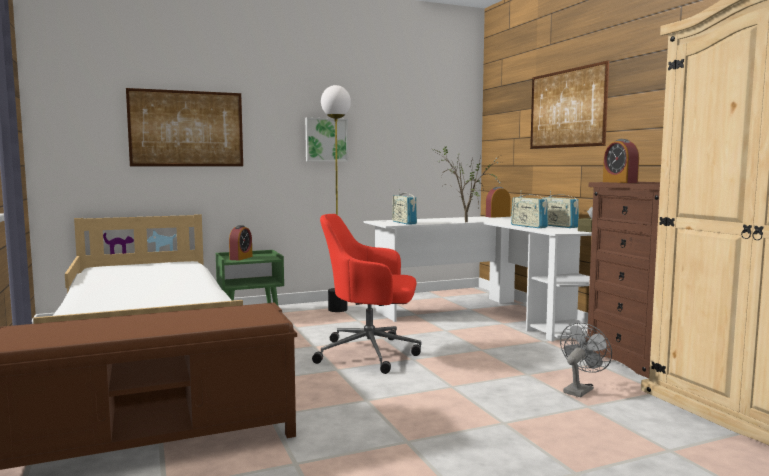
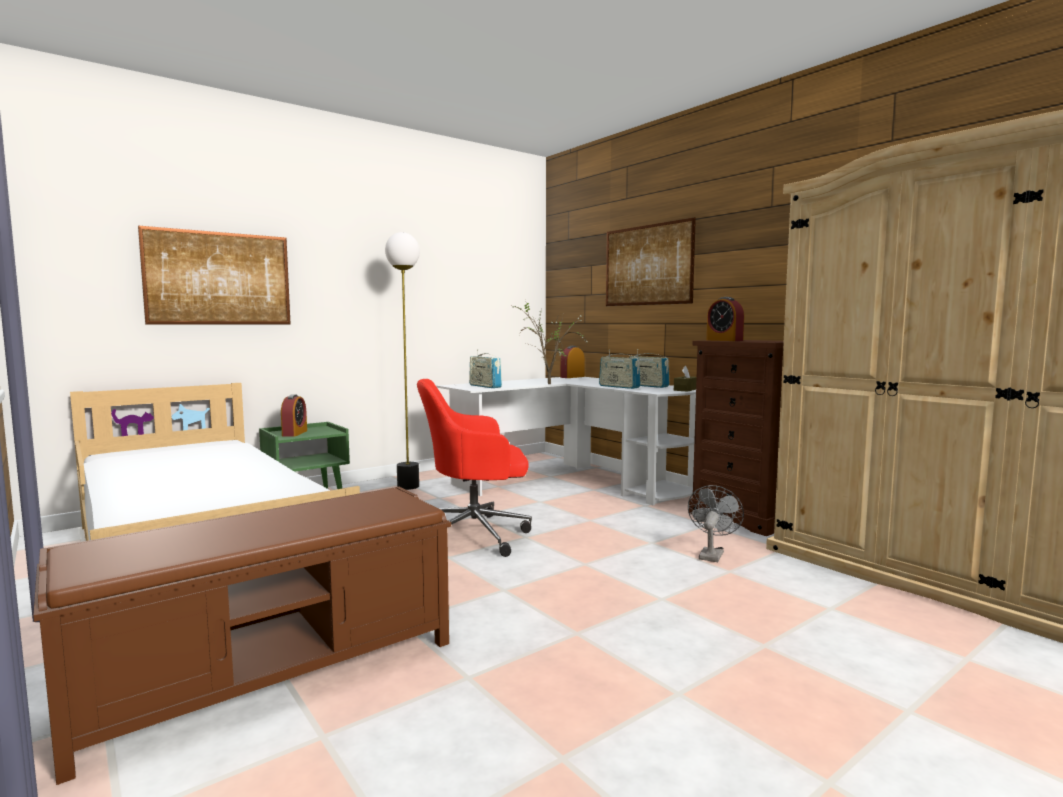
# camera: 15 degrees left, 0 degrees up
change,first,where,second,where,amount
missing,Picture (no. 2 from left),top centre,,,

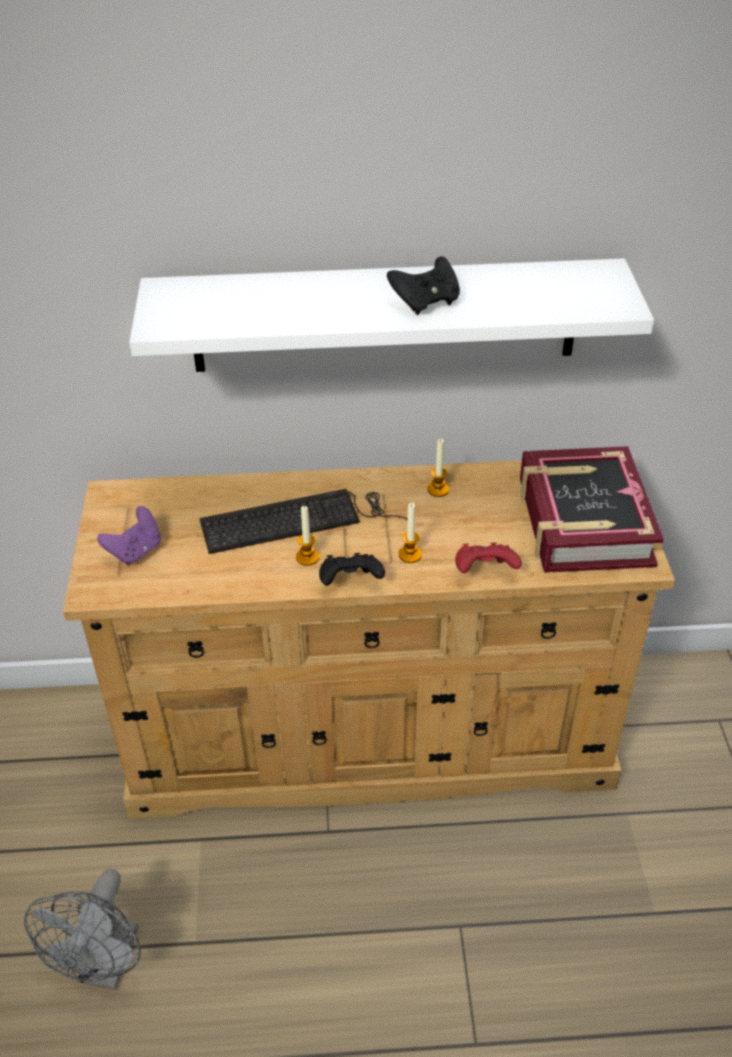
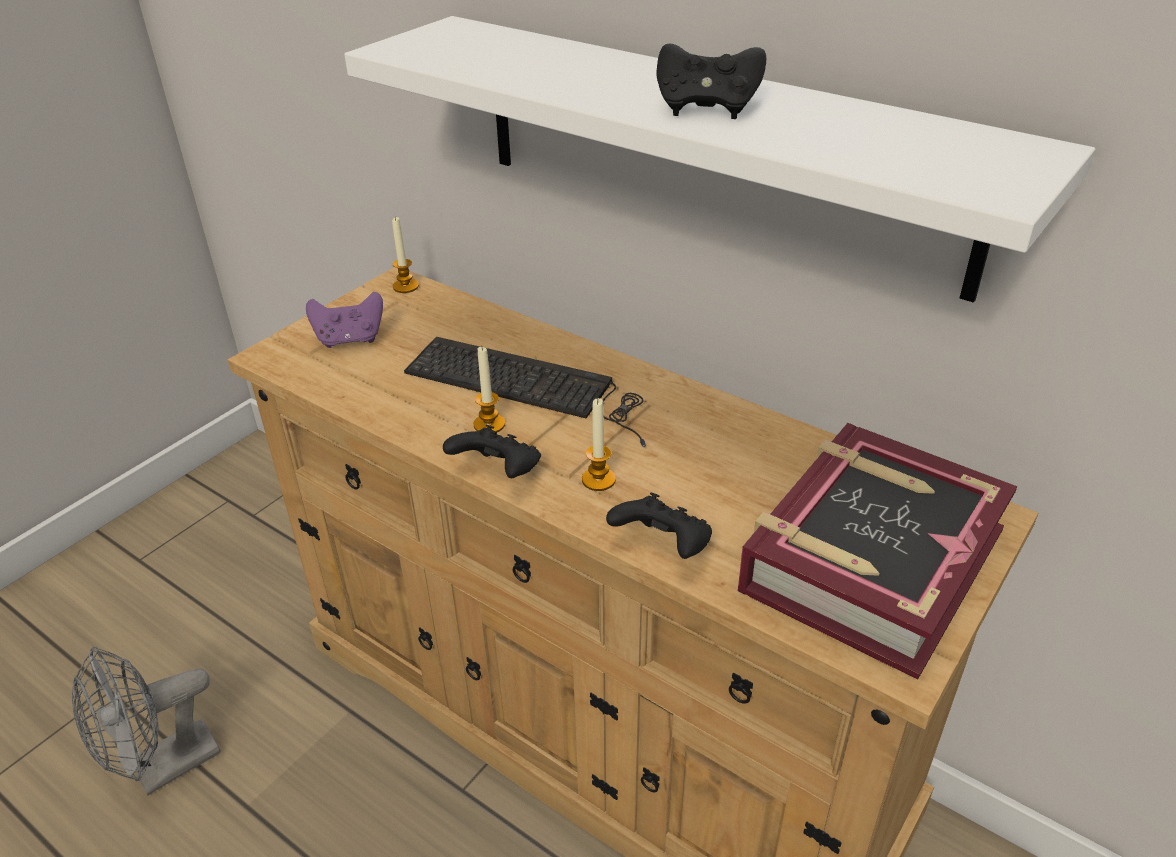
# camera: 40 degrees right, 5 degrees down
change,first,where,second,where,amount
relocated,Candle (no. 3 from left in the first image),centre,Candle (no. 1 from left),top centre,
colour,RedGameController,middle right,BlackGameController (no. 2 from left),centre,

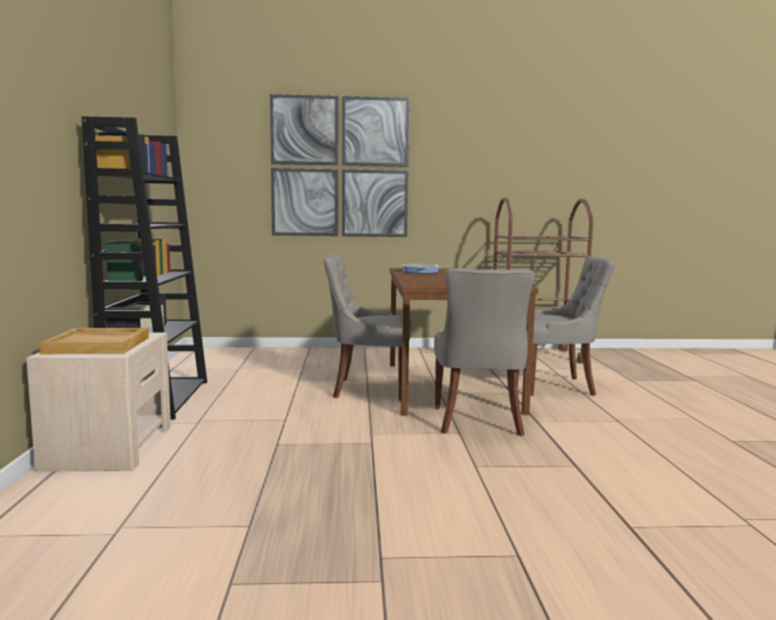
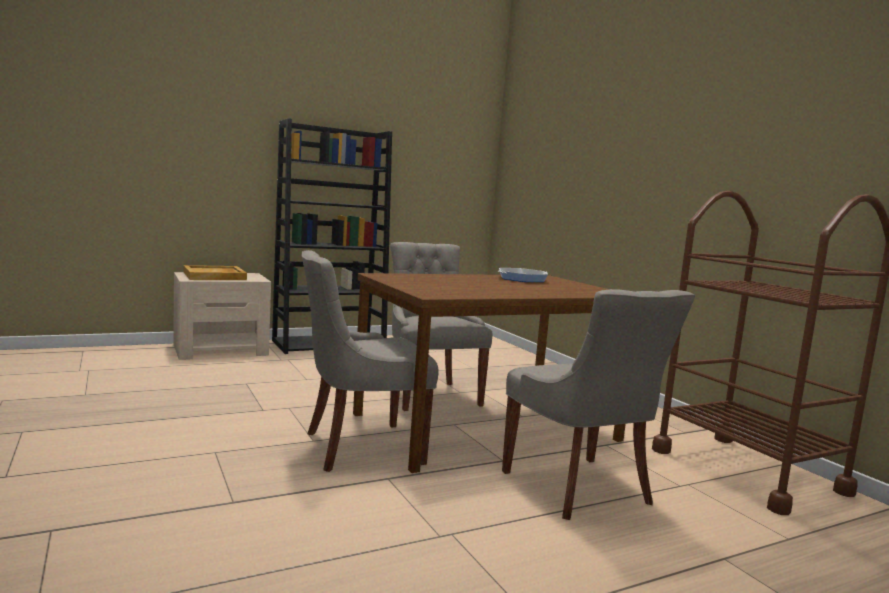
# camera: 65 degrees right, 0 degrees up
change,first,where,second,where,amount
missing,Picture,top centre,,,

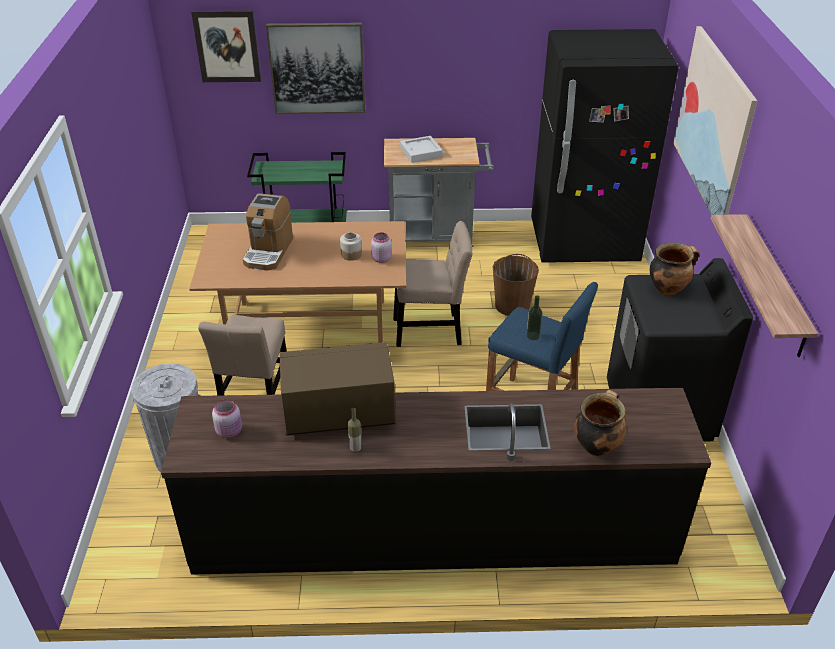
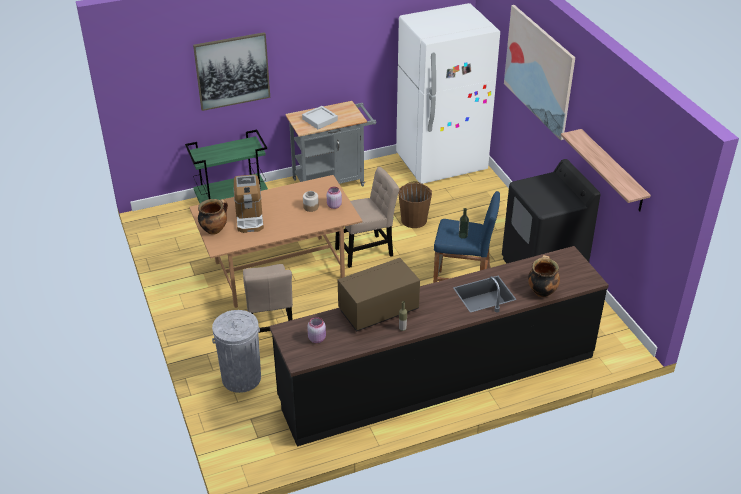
# camera: 20 degrees left, 0 degrees up
change,first,where,second,where,amount
missing,Picture (no. 1 from left),top left,,,
colour,BlackFridge,top right,WhiteFridge,top centre,
relocated,CookingPot (no. 2 from left in the first image),middle right,CookingPot (no. 1 from left),middle left,

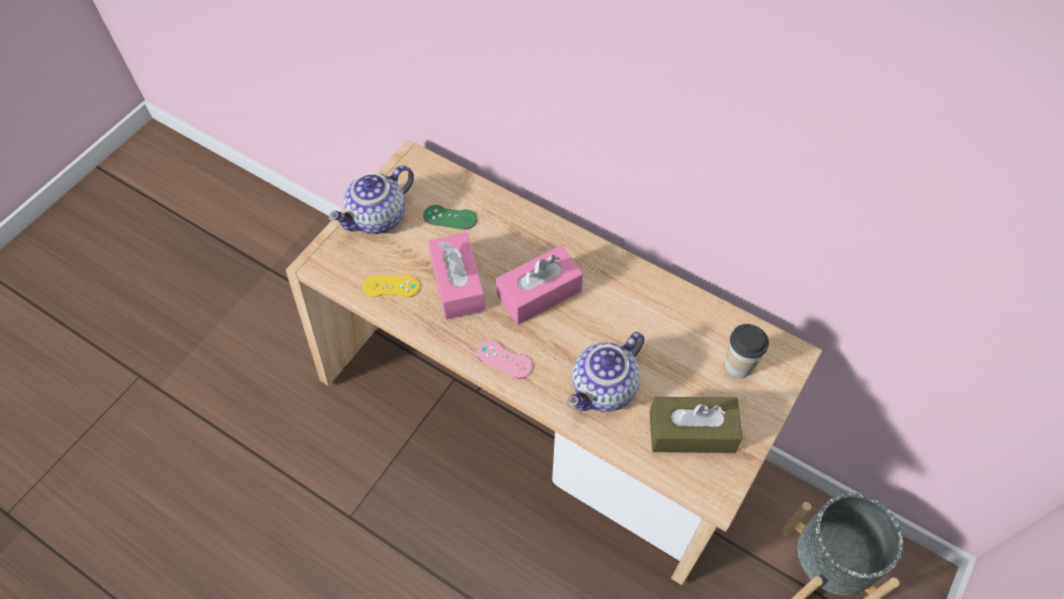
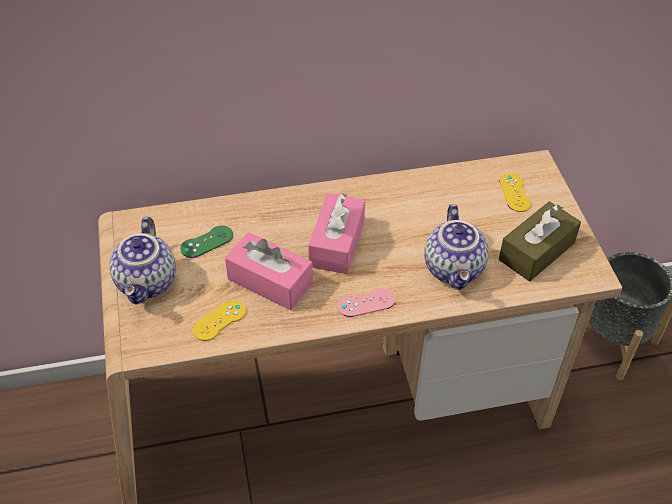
# camera: 45 degrees left, 10 degrees down
change,first,where,second,where,amount
exchanged,Cup,middle right,YellowGameController (no. 2 from left),middle right,

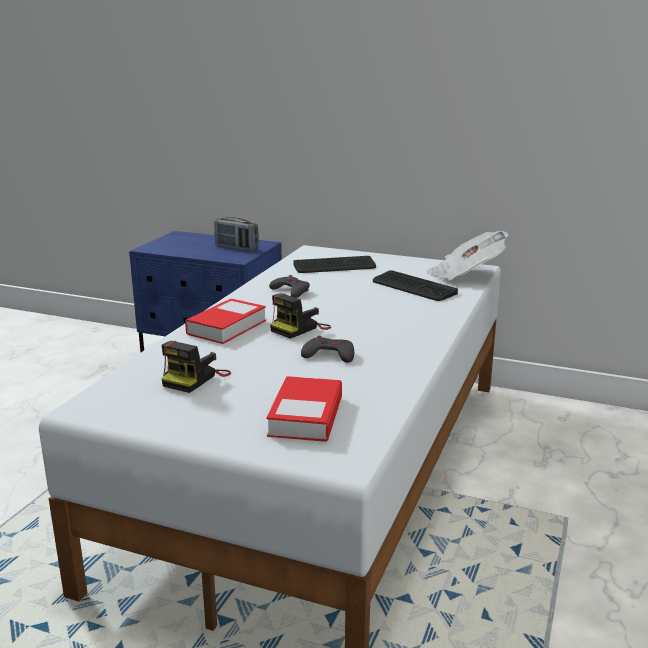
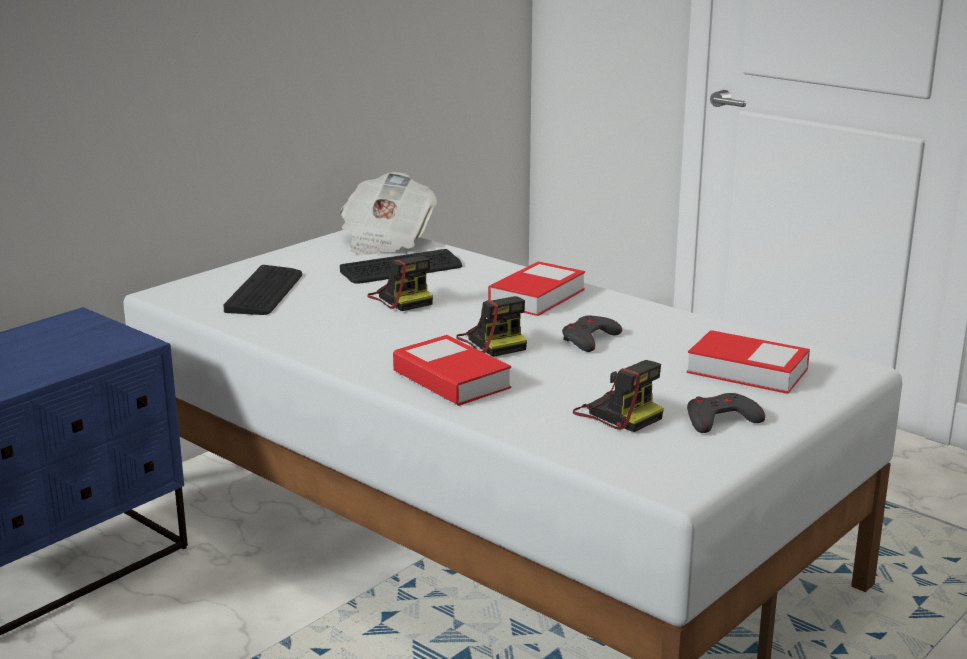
# camera: 70 degrees left, 0 degrees up
change,first,where,second,where,amount
missing,Radio,centre,,,
relocated,GreyGameController (no. 1 from left in the first image),centre,GreyGameController (no. 2 from left),middle right,
appeared,,,PhotoCamera (no. 1 from left),centre,
appeared,,,Book (no. 2 from left),centre,

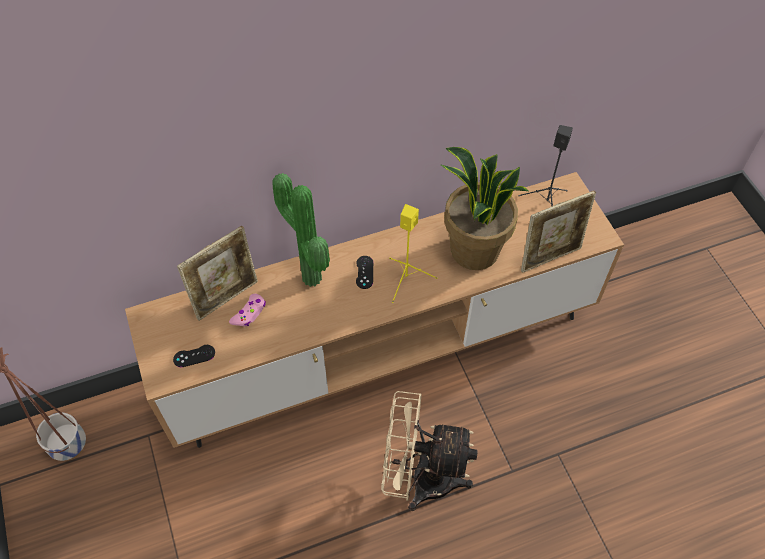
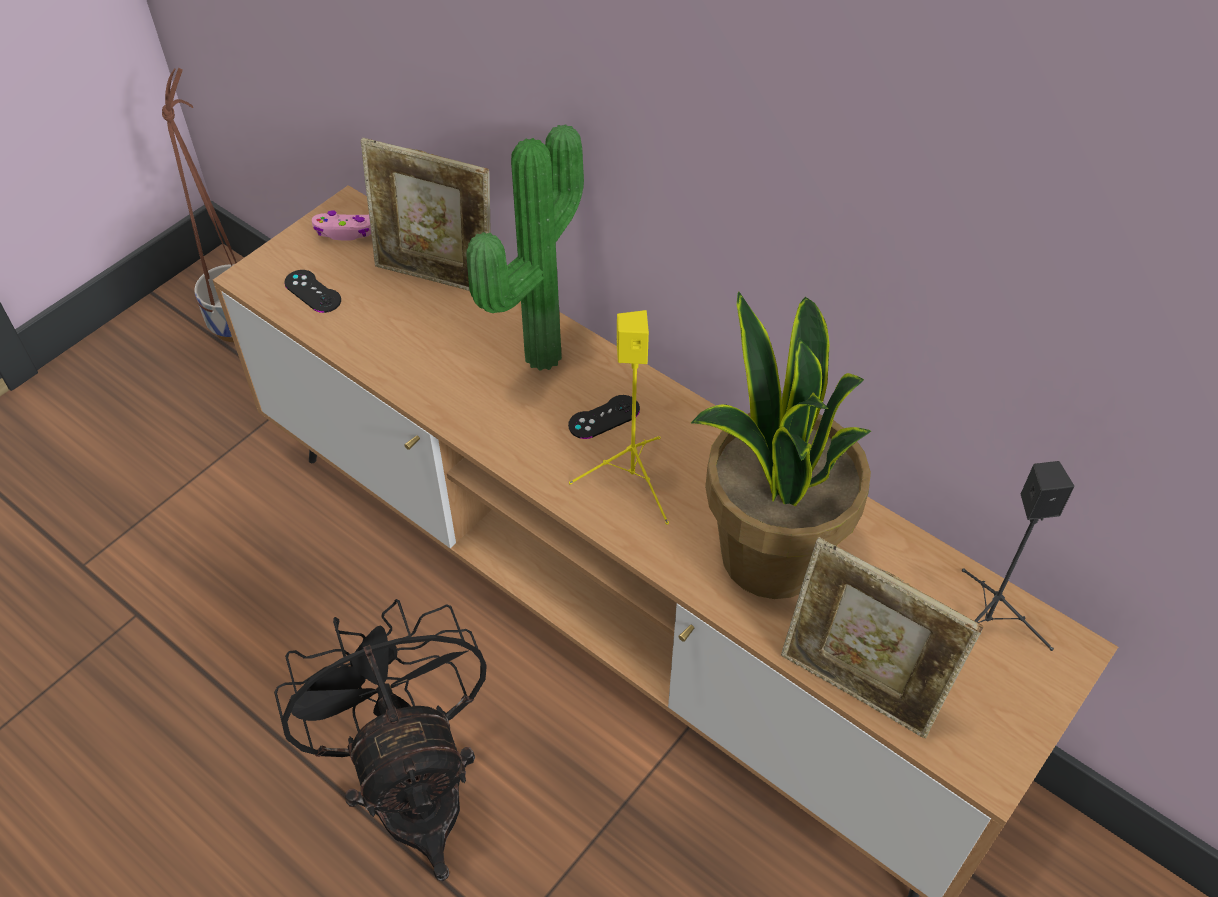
# camera: 60 degrees right, 5 degrees down
change,first,where,second,where,amount
relocated,PinkGameController,middle left,,top left,
colour,BeigeFan,bottom centre,BlackFan,bottom left,

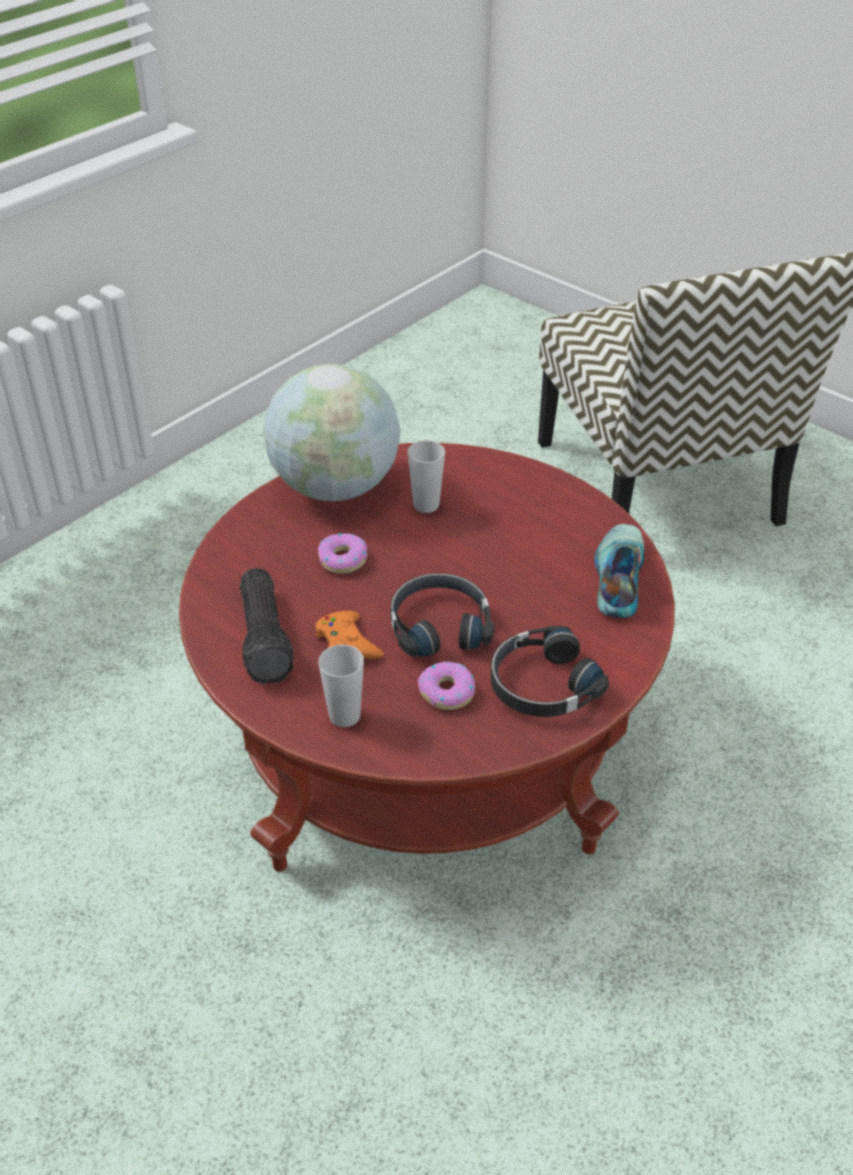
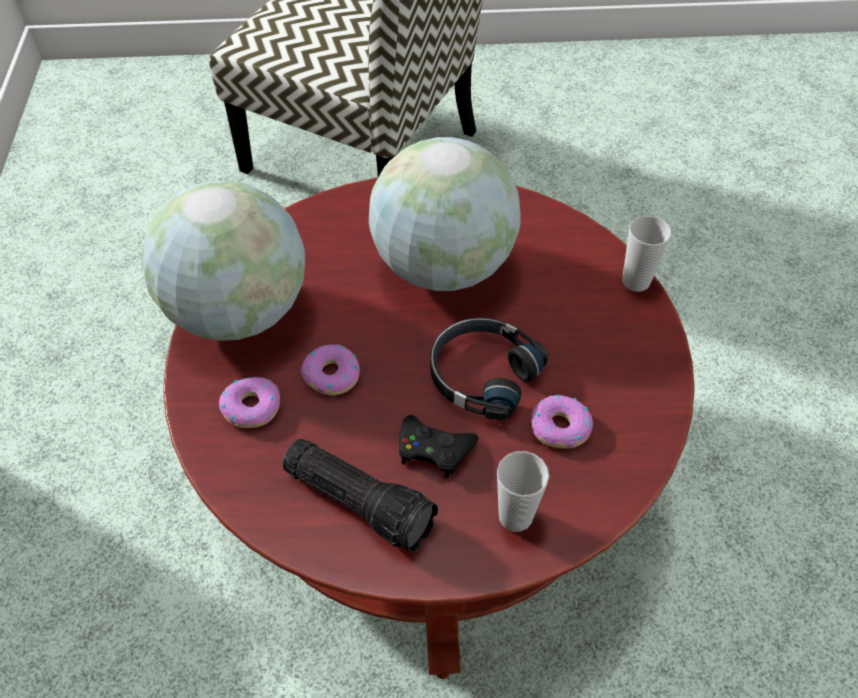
# camera: 45 degrees left, 10 degrees up
change,first,where,second,where,amount
relocated,Cup (no. 2 from left),centre,,middle right,
missing,Shoe,middle right,,,
colour,OrangeGameController,centre,BlackGameController,centre,
missing,BlackHeadphones (no. 2 from left),centre,,,
appeared,,,Globe (no. 2 from left),top centre,
appeared,,,Donut (no. 1 from left),middle left,

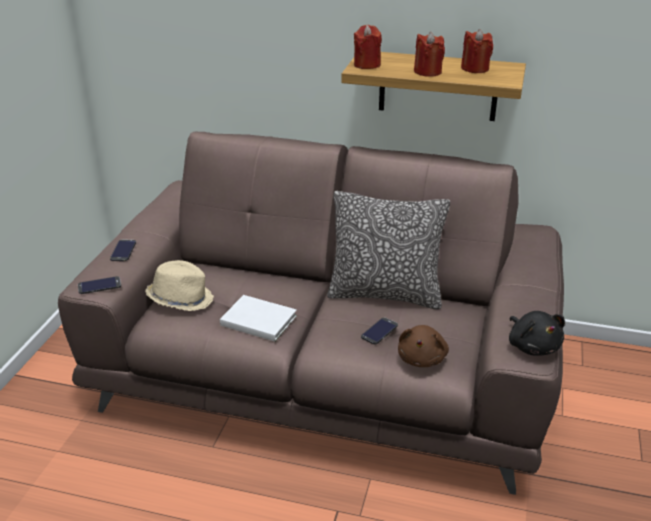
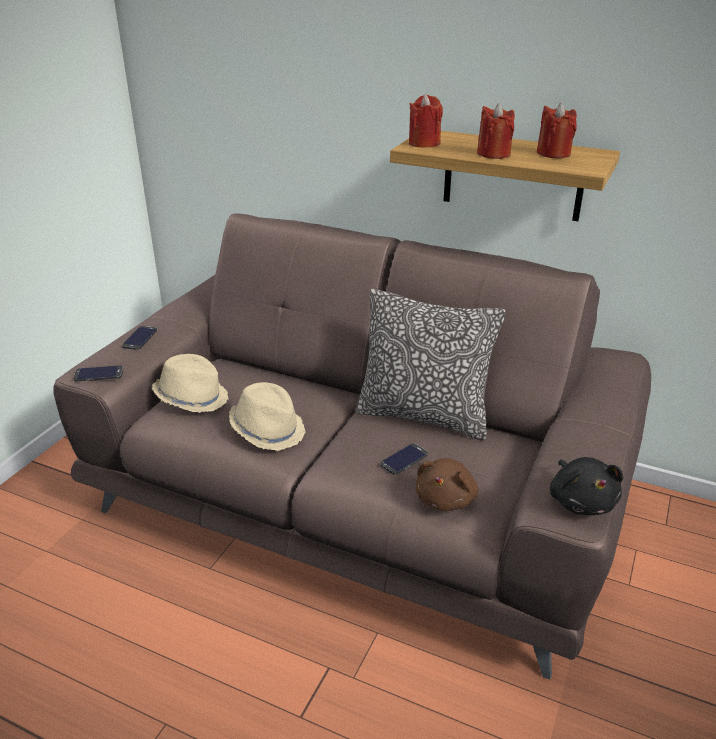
# camera: 10 degrees right, 0 degrees up
change,first,where,second,where,amount
exchanged,WhiteBook,centre,BeigeHat (no. 2 from left),centre,

